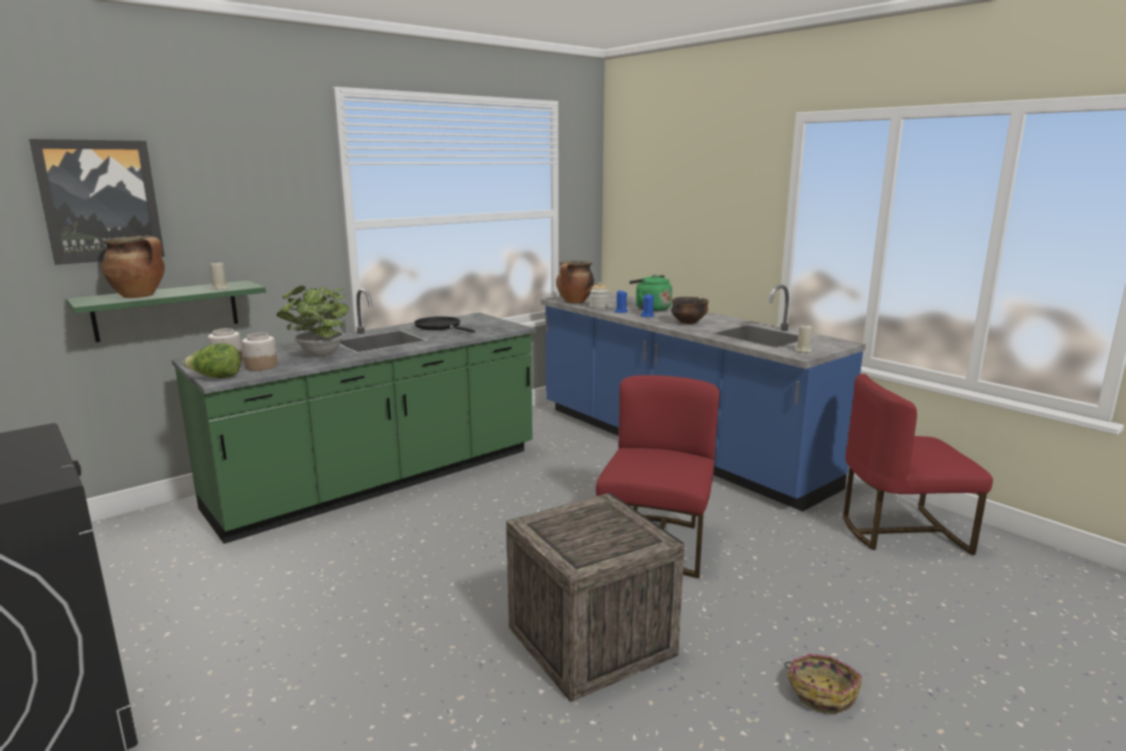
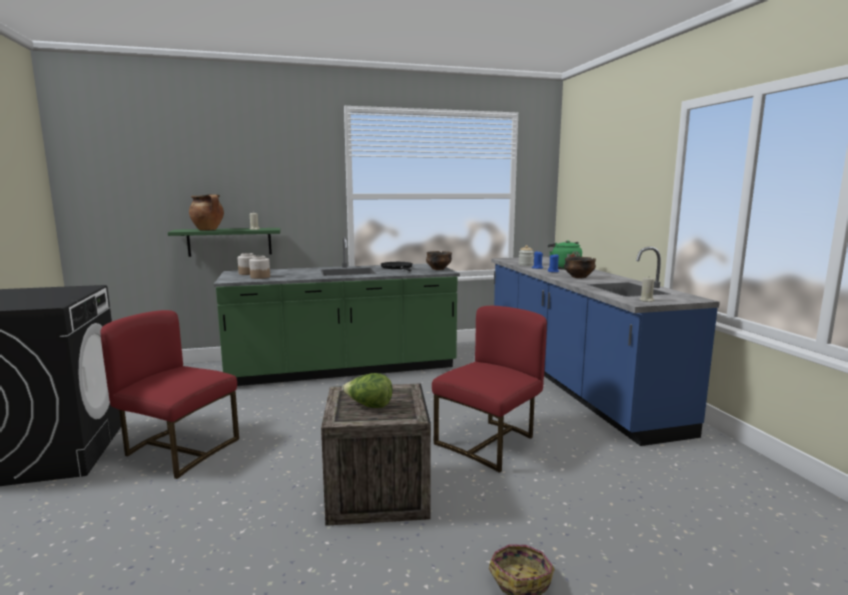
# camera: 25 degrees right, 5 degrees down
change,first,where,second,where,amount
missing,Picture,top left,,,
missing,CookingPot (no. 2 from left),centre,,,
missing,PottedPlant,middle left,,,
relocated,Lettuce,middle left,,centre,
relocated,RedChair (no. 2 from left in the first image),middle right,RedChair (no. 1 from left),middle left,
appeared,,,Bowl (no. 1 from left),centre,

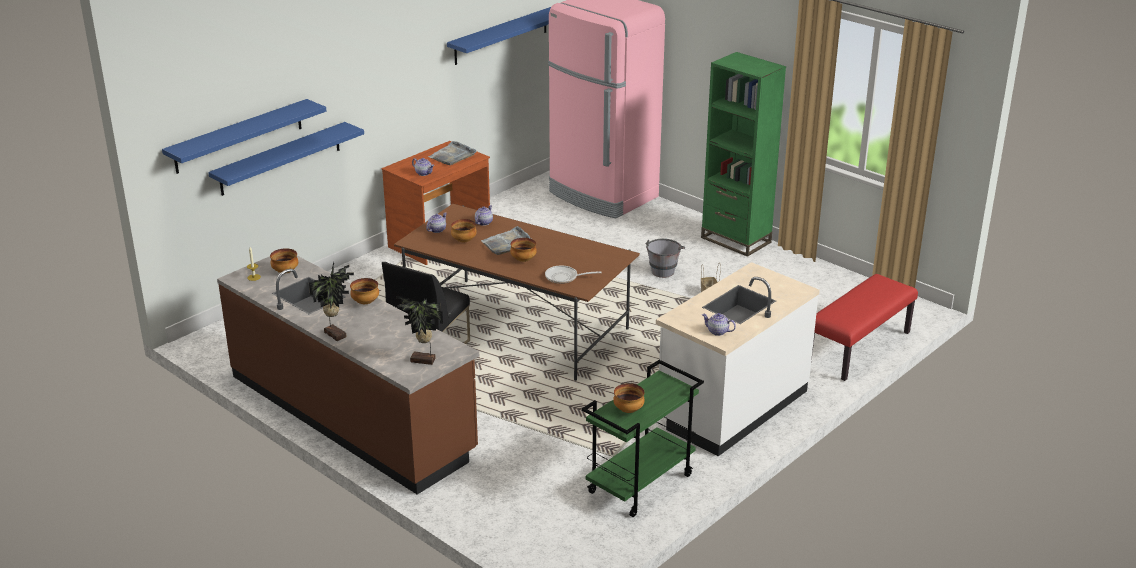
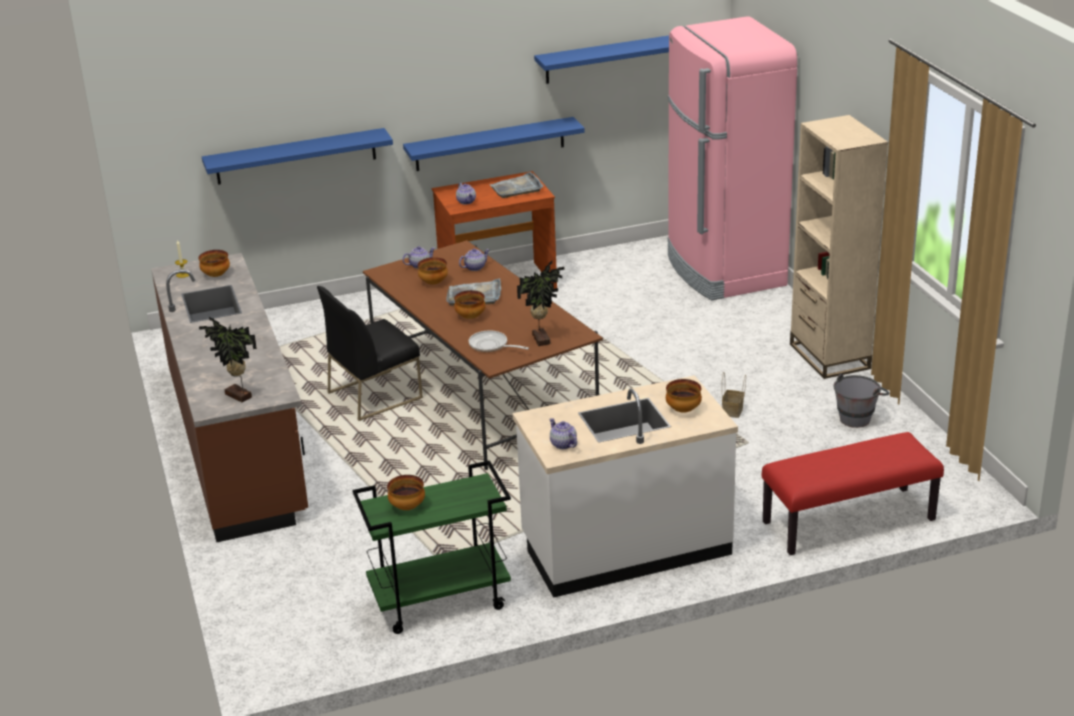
# camera: 30 degrees right, 0 degrees up
change,first,where,second,where,amount
colour,GreenBookcase,top centre,BeigeBookcase,middle right,
relocated,BlueShelf (no. 1 from left in the first image),top left,BlueShelf (no. 2 from left),top centre,
relocated,GreyBucket,centre,,middle right,
relocated,PottedPlant (no. 1 from left in the first image),middle left,PottedPlant (no. 2 from left),centre,
relocated,Bowl (no. 2 from left in the first image),middle left,Bowl (no. 5 from left),centre,

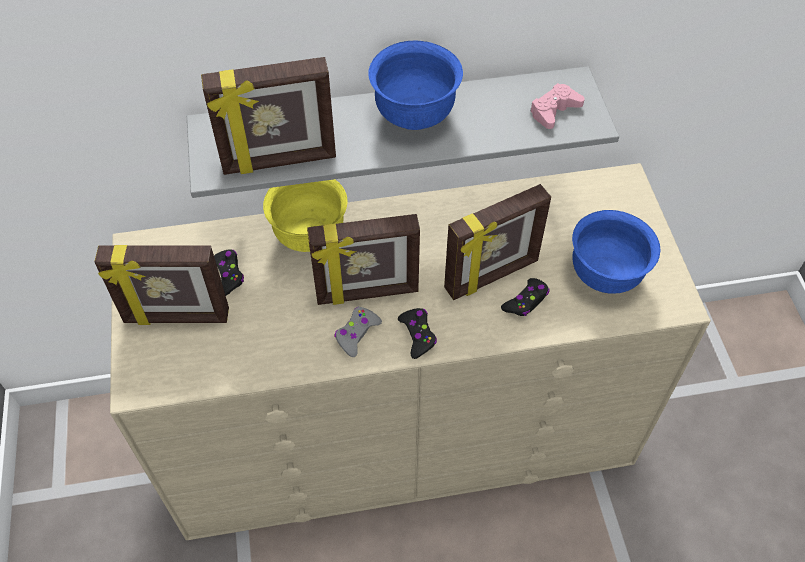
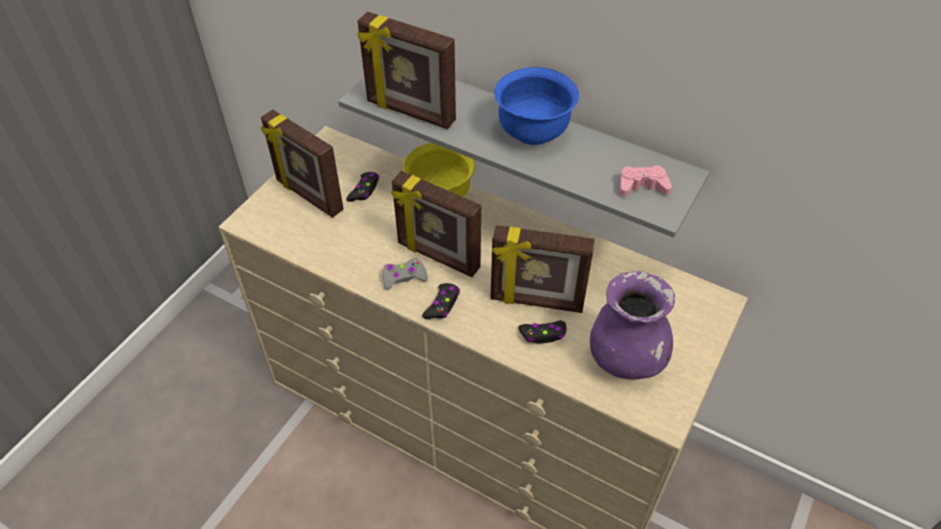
# camera: 40 degrees right, 5 degrees down
change,first,where,second,where,amount
exchanged,BlueBowl (no. 2 from left),middle right,PurpleVase,middle right,

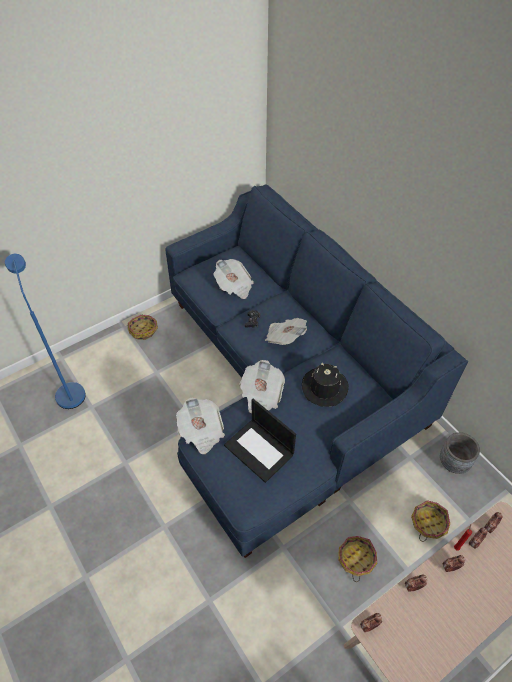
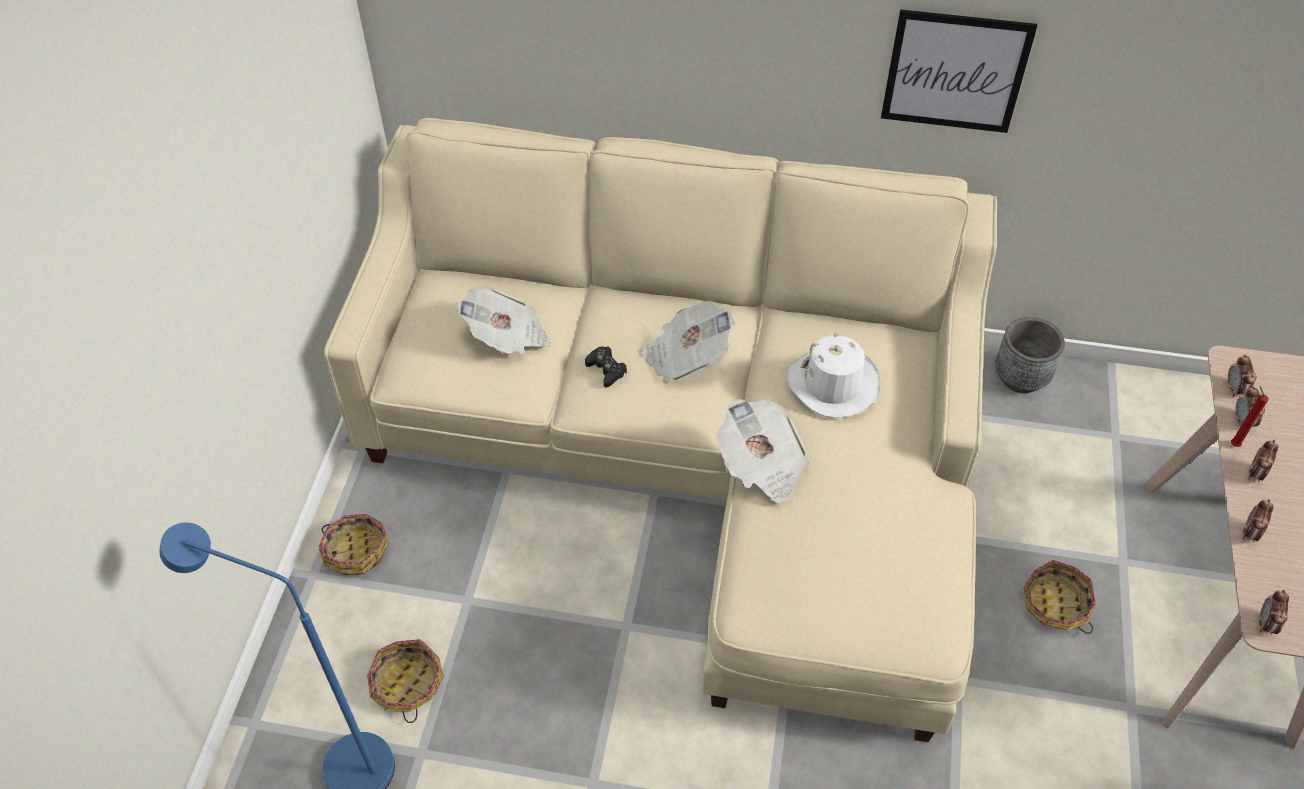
# camera: 45 degrees left, 0 degrees up
change,first,where,second,where,amount
colour,BlueSofa,centre,BeigeSofa,centre,
colour,BlackHat,centre,WhiteHat,centre,
missing,Newspaper (no. 1 from left),centre,,,
missing,Laptop,centre,,,
relocated,Basket (no. 3 from left in the first image),bottom right,Basket (no. 2 from left),bottom left,
appeared,,,Picture,top right,

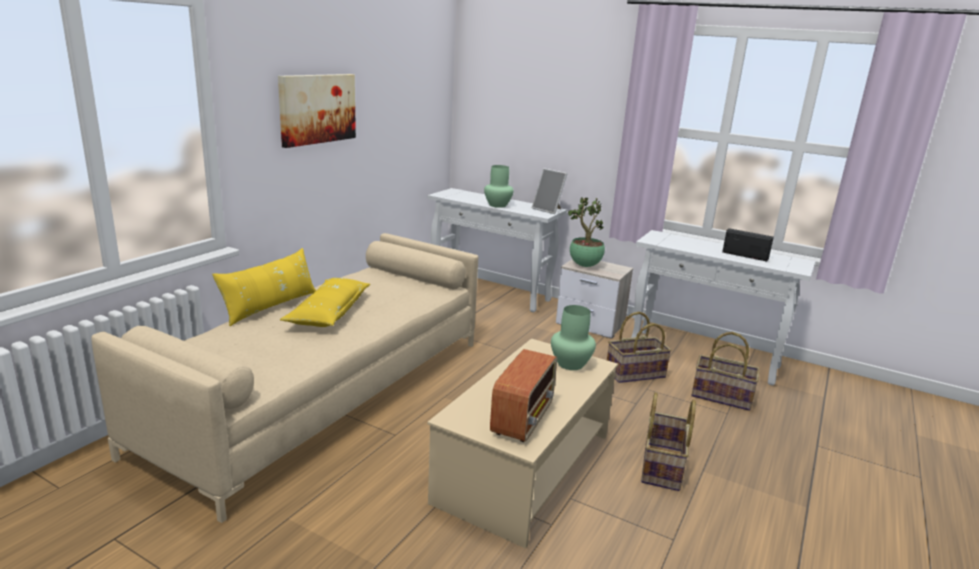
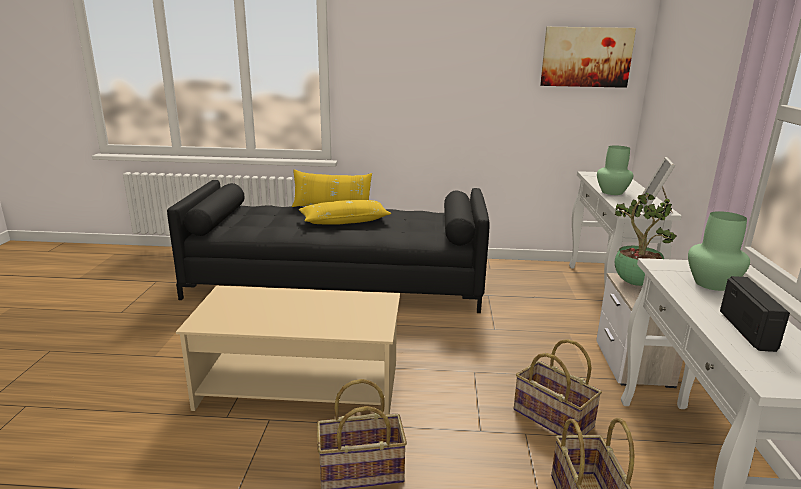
# camera: 65 degrees right, 0 degrees up
change,first,where,second,where,amount
relocated,Picture,top left,,top right,
colour,BeigeSofa,middle left,BlackSofa,centre,
relocated,GreenVase (no. 2 from left),centre,,middle right,
missing,Radio (no. 1 from left),bottom centre,,,

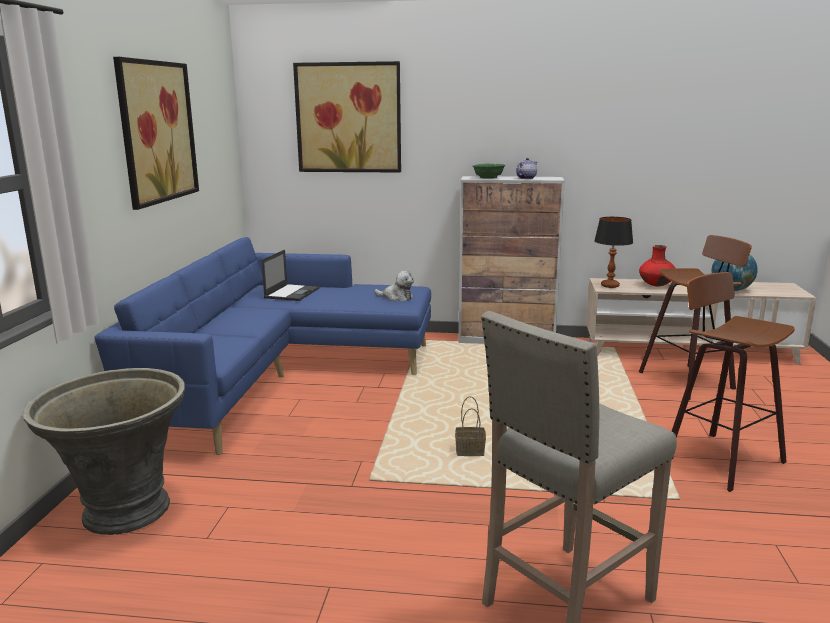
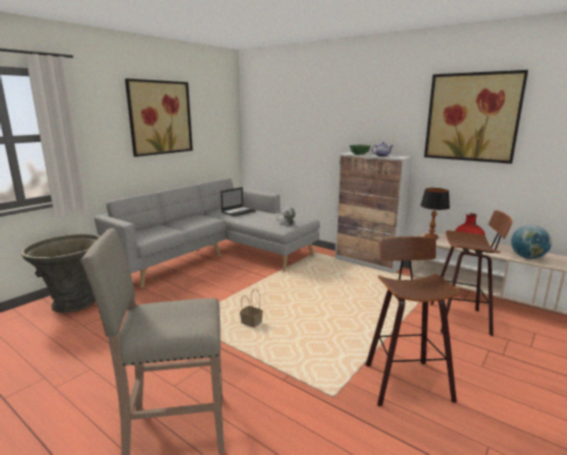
# camera: 30 degrees right, 0 degrees up
change,first,where,second,where,amount
relocated,Picture (no. 2 from left),top centre,,top right,
colour,BlueSofa,middle left,GreySofa,centre,

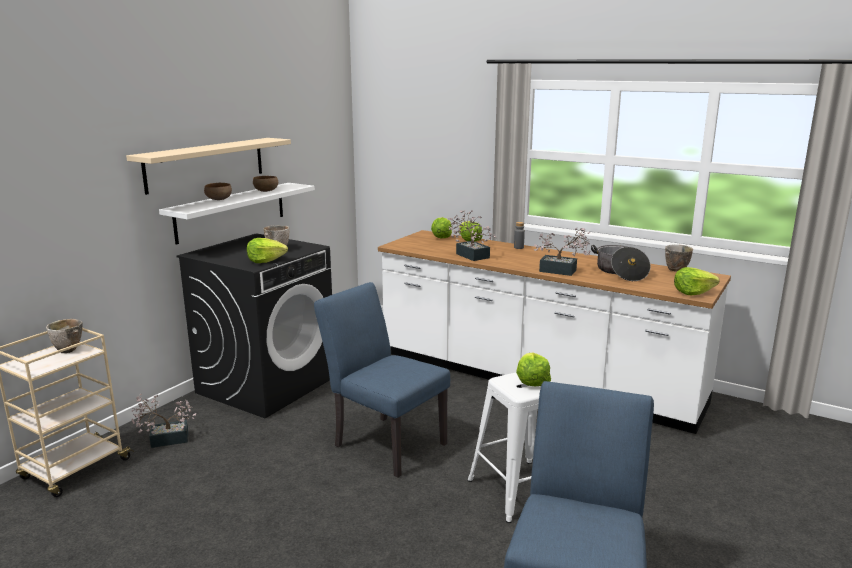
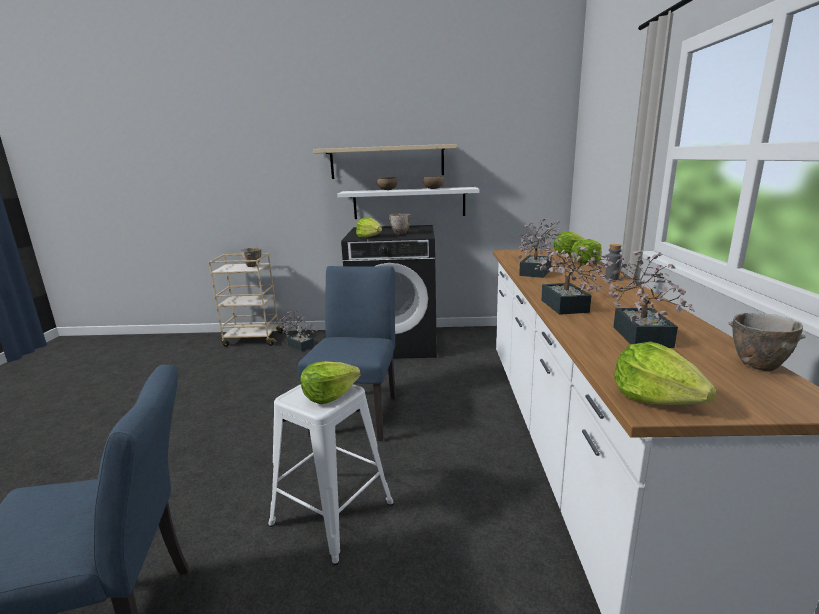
# camera: 60 degrees right, 0 degrees up
change,first,where,second,where,amount
exchanged,CookingPot,middle right,PottedPlant (no. 4 from left),middle right,

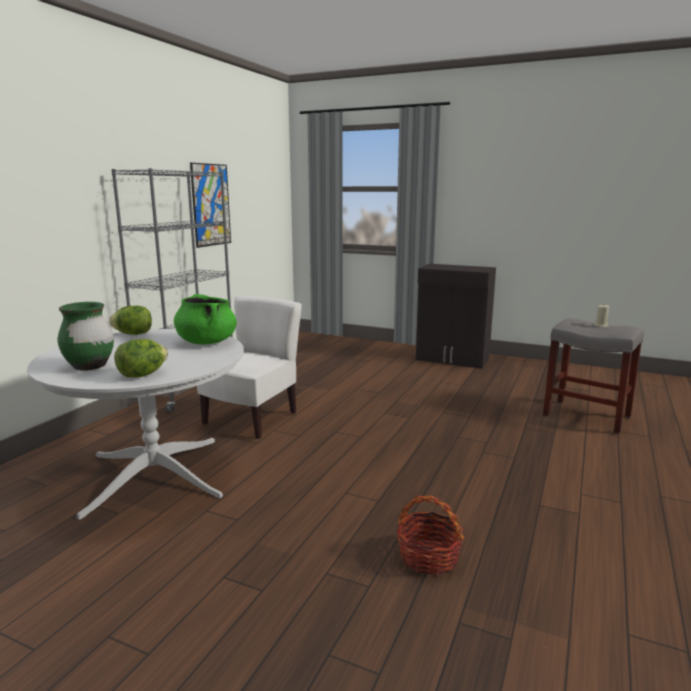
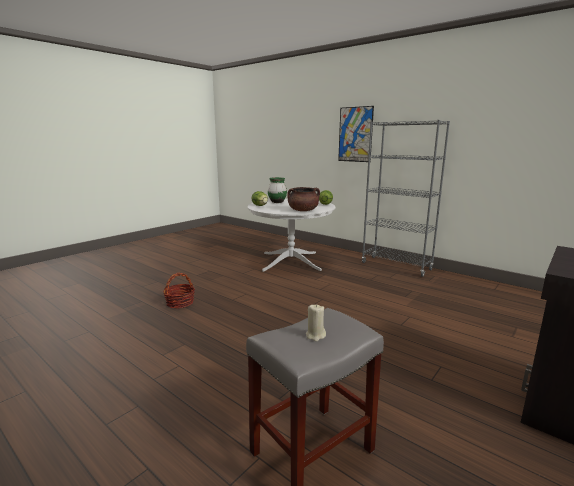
# camera: 105 degrees right, 0 degrees up
change,first,where,second,where,amount
relocated,Picture,top left,,top centre,
colour,GreenCookingPot,middle left,BrownCookingPot,centre,
missing,WhiteChair,centre,,,

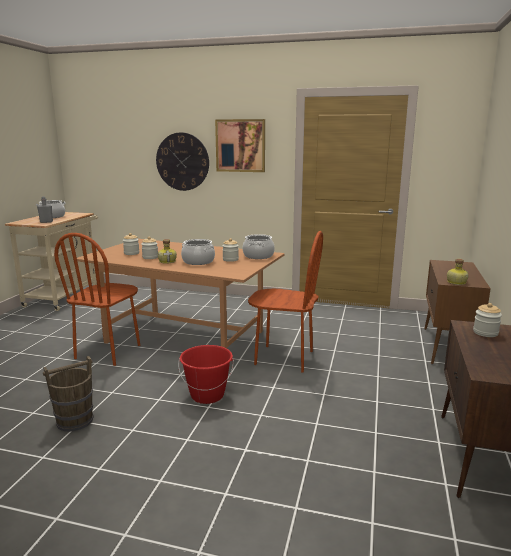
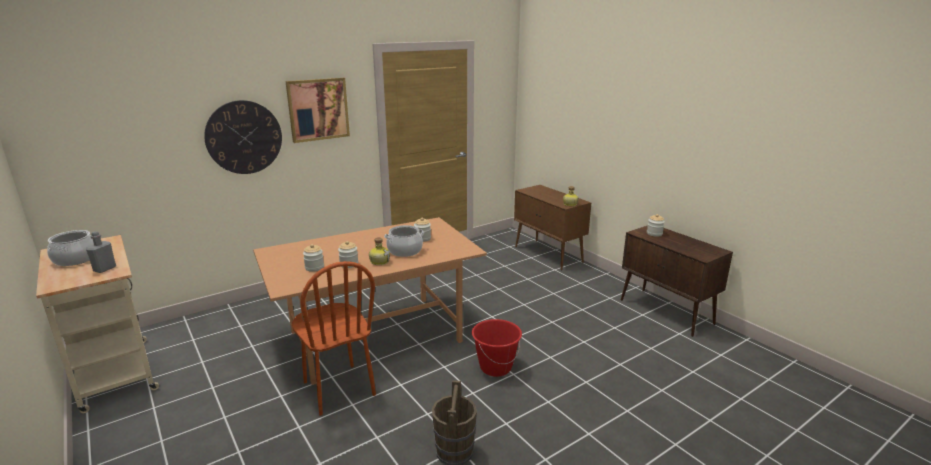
# camera: 50 degrees left, 5 degrees up
change,first,where,second,where,amount
missing,BrownChair (no. 2 from left),centre,,,
missing,CookingPot (no. 3 from left),centre,,,

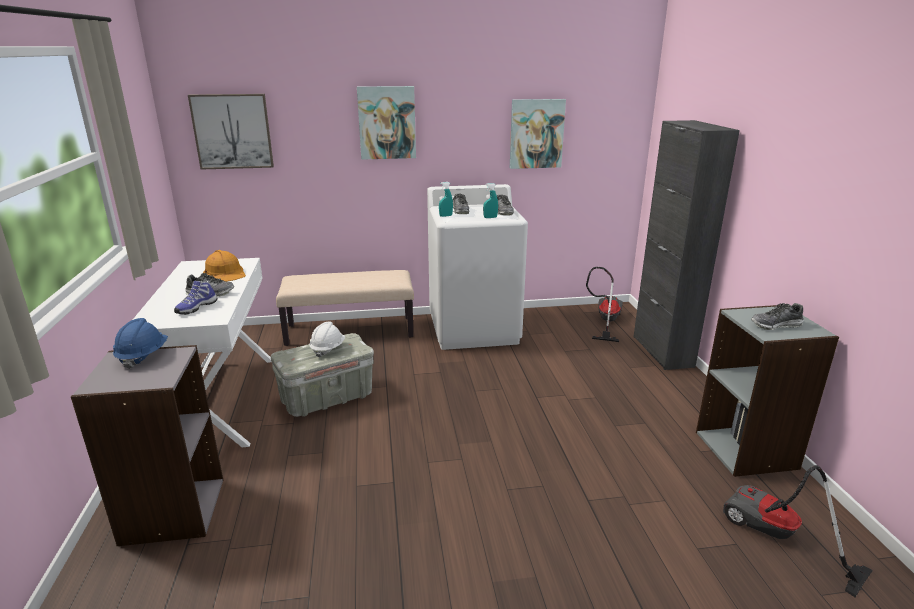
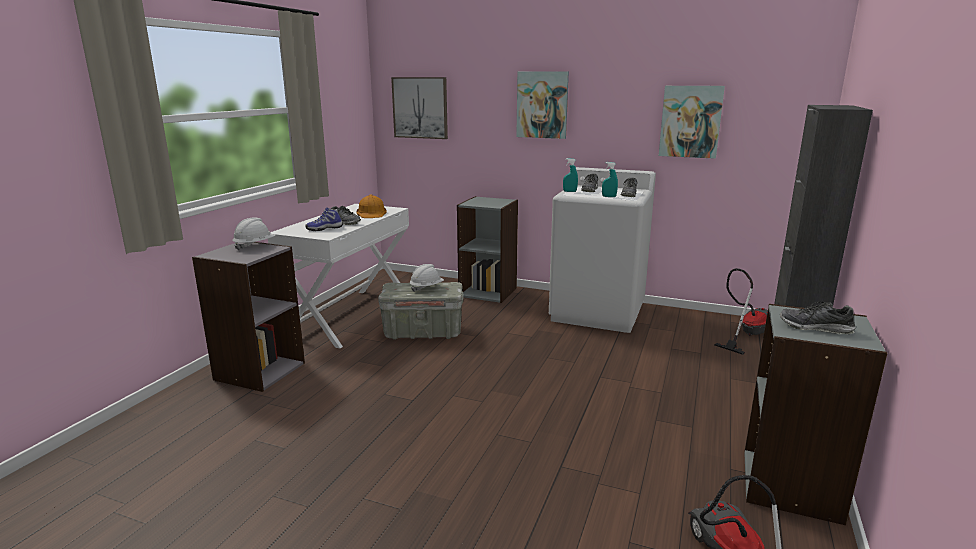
# camera: 30 degrees right, 5 degrees down
change,first,where,second,where,amount
exchanged,BeigeBench,centre,GreyBookcase (no. 2 from left),centre,
colour,BlueHardHat,middle left,WhiteHardHat (no. 1 from left),middle left,

